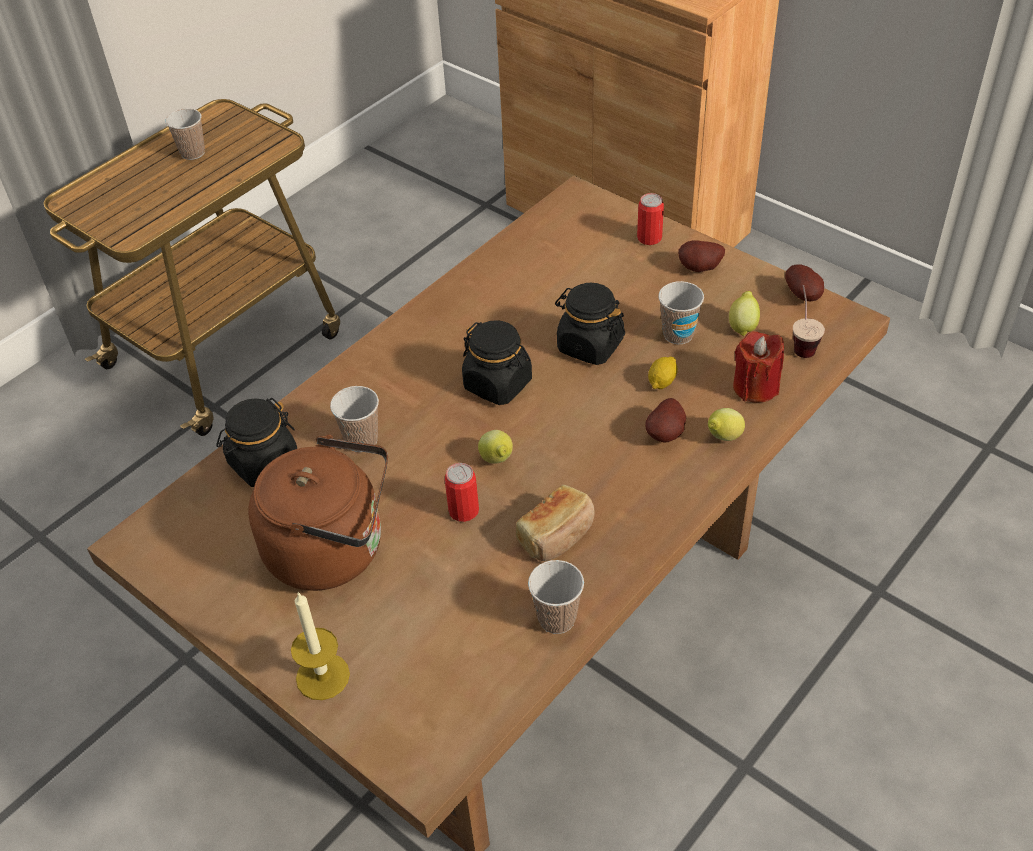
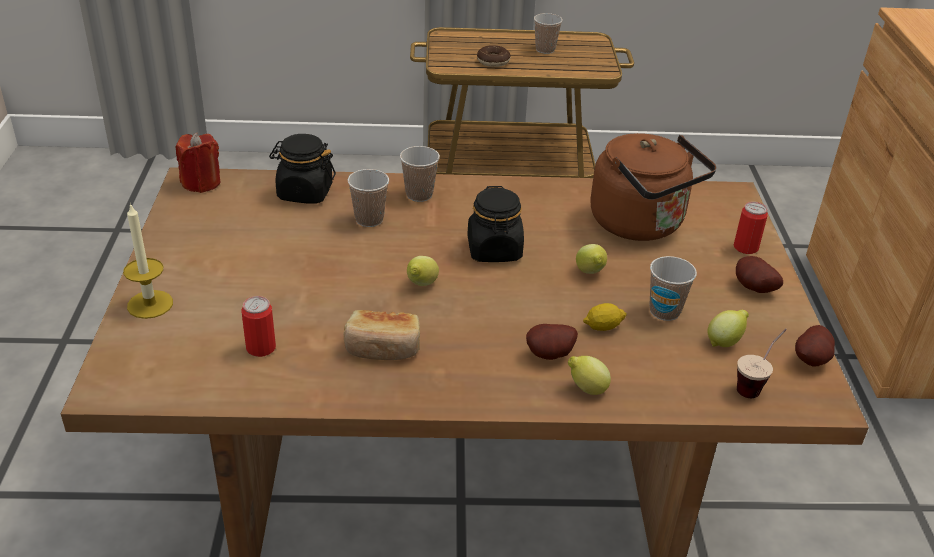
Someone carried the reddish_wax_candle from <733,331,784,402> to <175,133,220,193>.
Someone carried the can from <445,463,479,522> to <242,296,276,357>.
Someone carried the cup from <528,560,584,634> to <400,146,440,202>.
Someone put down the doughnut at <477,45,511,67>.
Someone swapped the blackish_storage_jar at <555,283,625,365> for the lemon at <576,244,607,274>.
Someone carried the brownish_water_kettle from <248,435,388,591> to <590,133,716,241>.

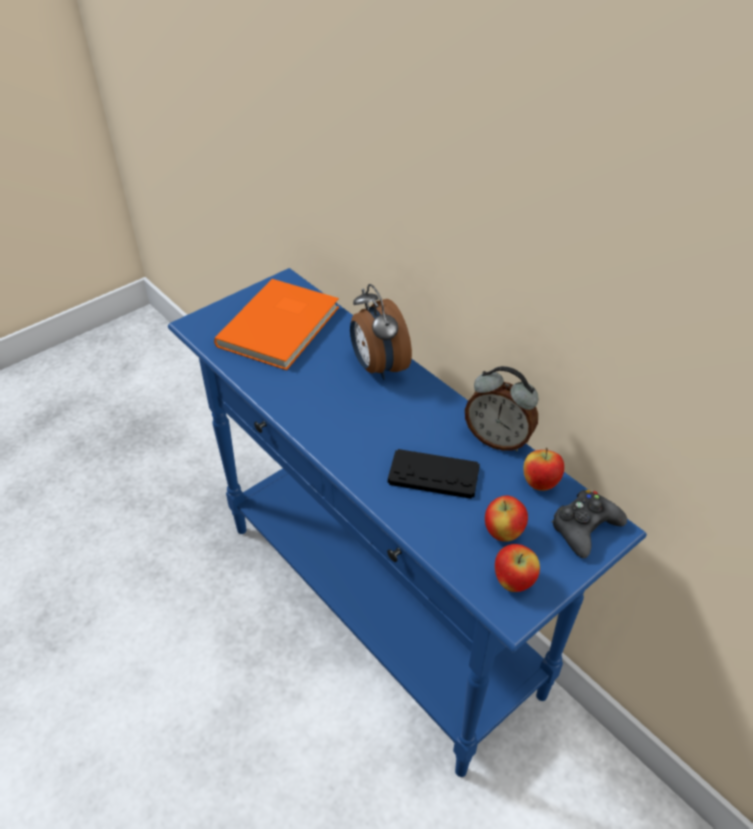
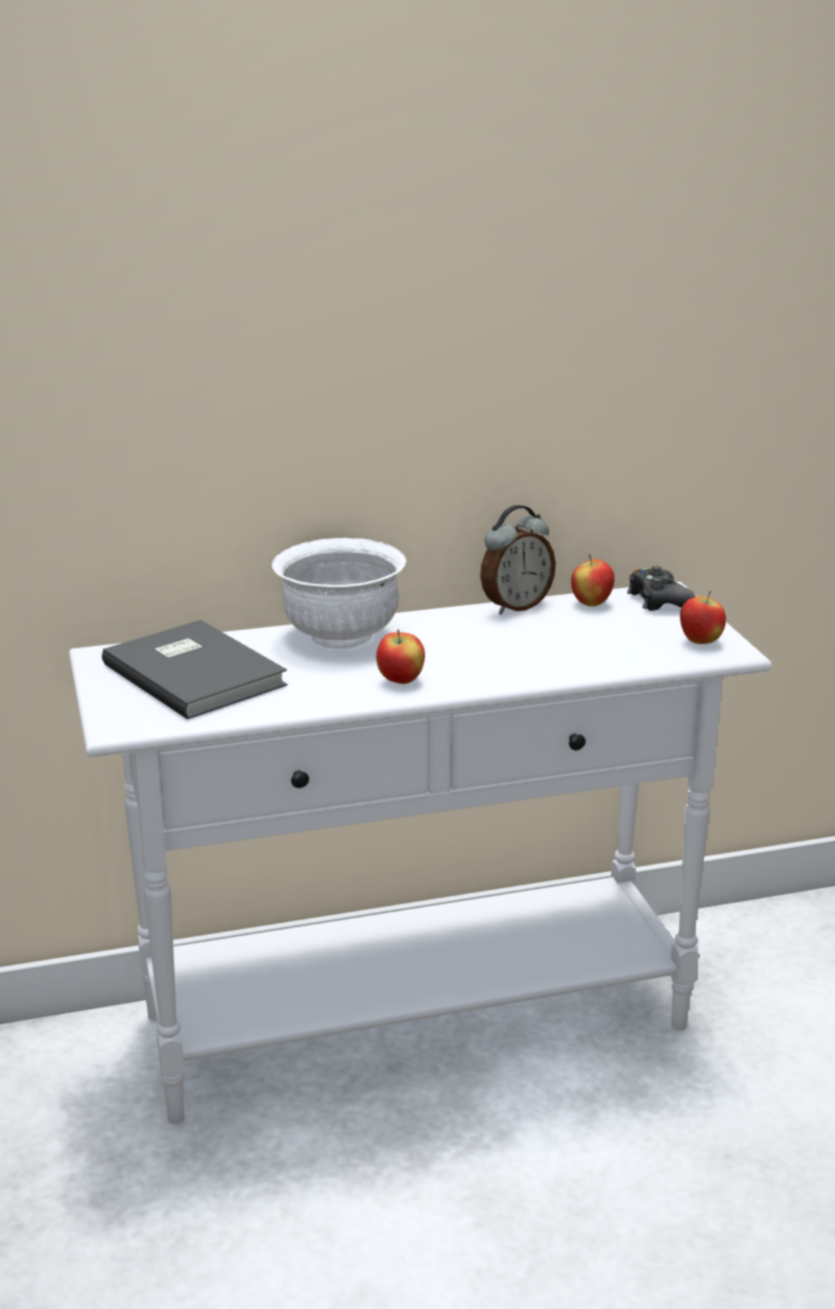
Someone repainted the blue-coloured_console_table at <168,268,647,777>, which became the white-coloured_console_table at <69,582,772,1125>.
Someone repainted the orangey_volume at <214,279,339,370>, which became the grey_volume at <102,620,287,719>.
Someone swapped the alarm_clock at <350,284,412,380> for the white-coloured_deep_dish at <272,538,406,649>.
Someone carried the apple from <485,495,528,542> to <376,629,425,684>.
Someone took away the blackish_game_controller at <388,449,480,499>.

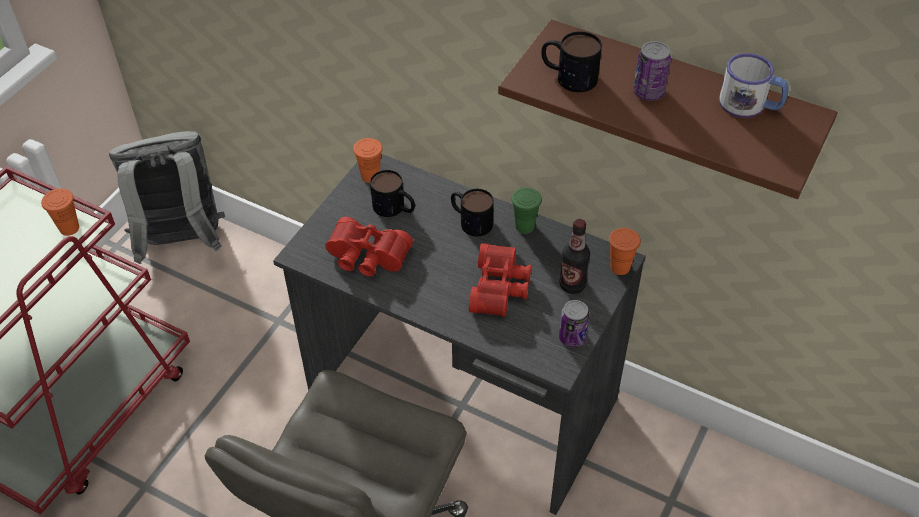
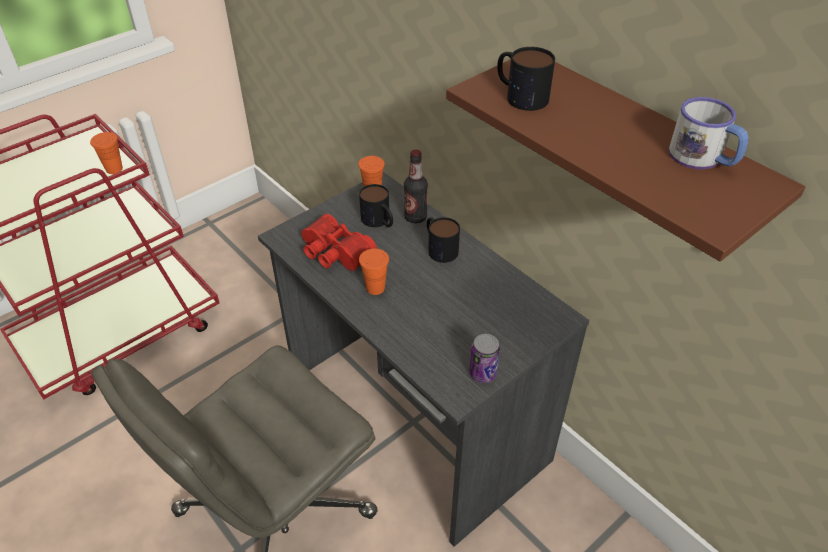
Someone carried the orangey_cup from <609,228,641,275> to <359,249,389,295>.
Someone carried the beverage_bottle from <559,219,590,294> to <404,149,428,223>.
Someone took away the grey_knapsack at <109,131,225,264>.
Someone took away the reddish_binoculars at <469,243,531,317>.
Someone took away the green-coloured_cup at <511,187,542,234>.
Someone took away the can at <633,41,671,101>.

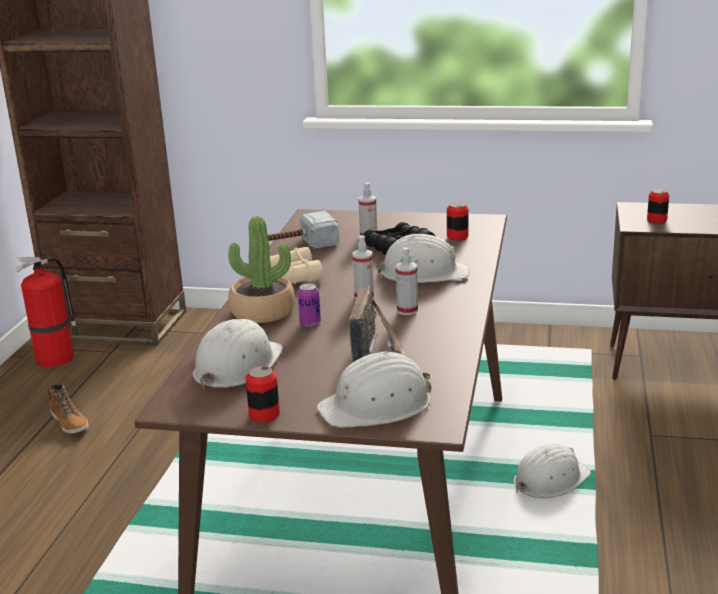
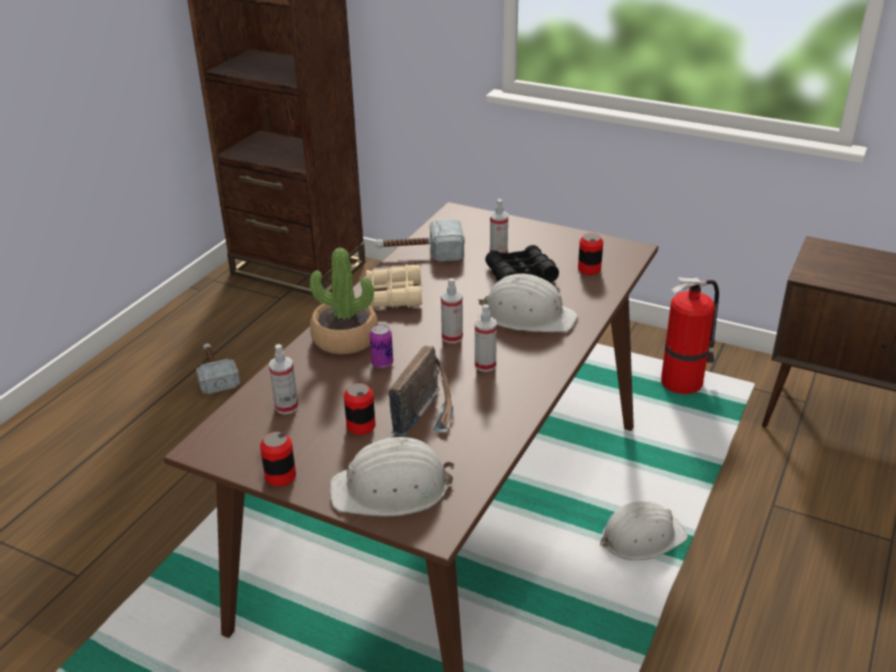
Someone swapped the tall_boot at <47,384,89,434> for the hand_hammer at <196,343,240,394>.
Someone swapped the white-coloured_hard_hat at <193,319,283,389> for the hand_sprayer at <269,344,298,414>.
Someone carried the can from <647,189,669,224> to <344,383,375,435>.
Someone carried the fire-fighting_cylinder from <15,257,80,367> to <661,277,719,394>.

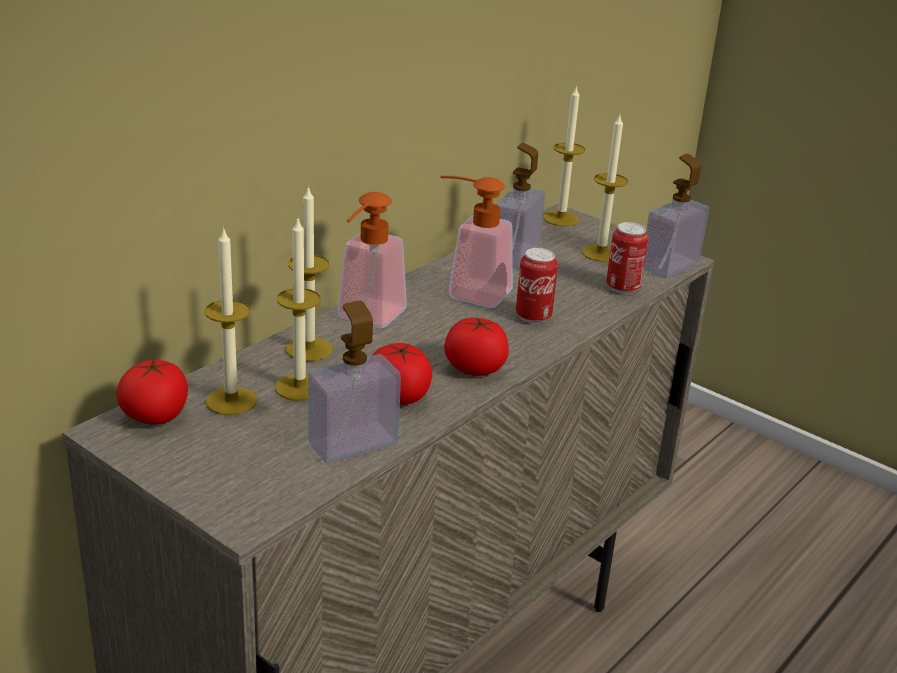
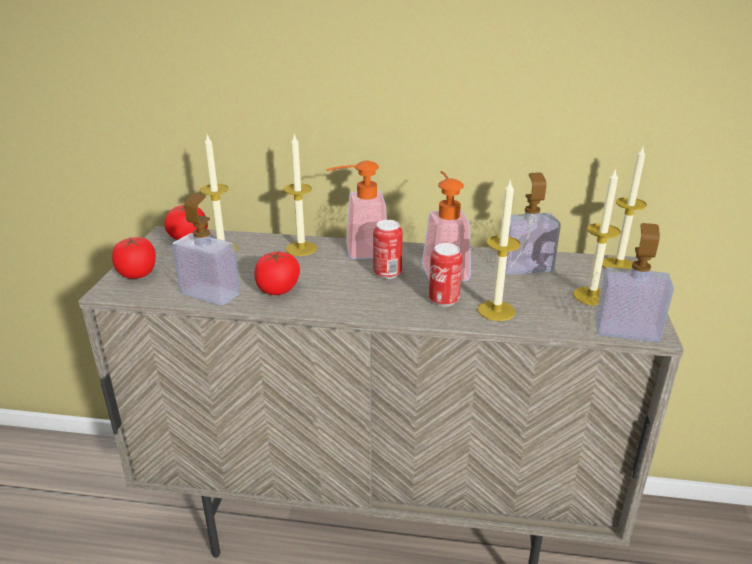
Someone carried the whole_tomato from <444,317,509,376> to <112,237,156,279>.
Someone carried the can from <606,222,648,294> to <373,220,403,279>.
Someone carried the wax_candle from <275,219,321,401> to <478,179,521,321>.

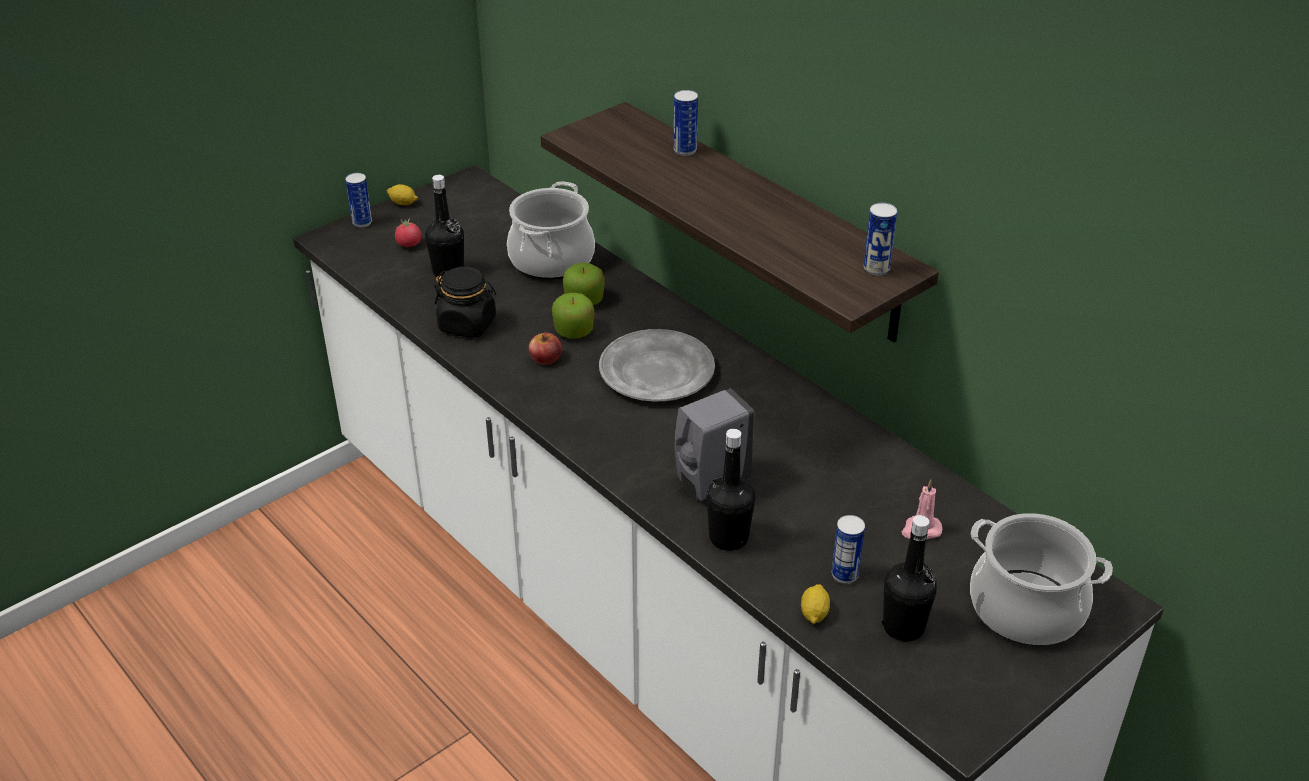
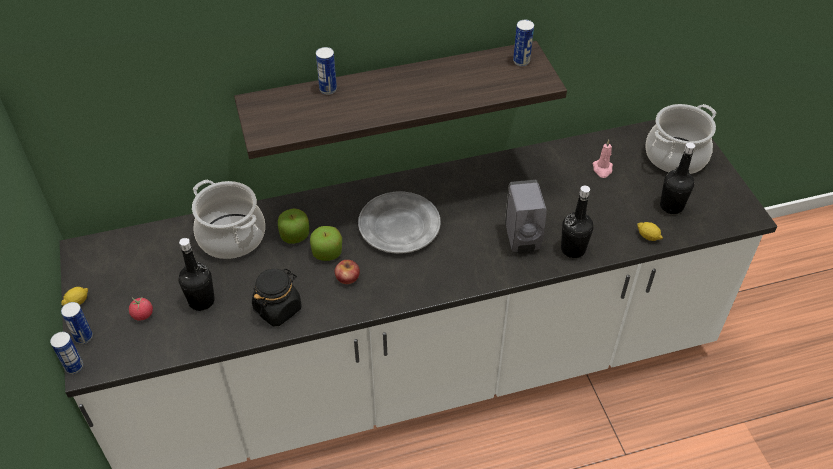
Someone carried the can from <832,515,865,584> to <50,332,83,374>.

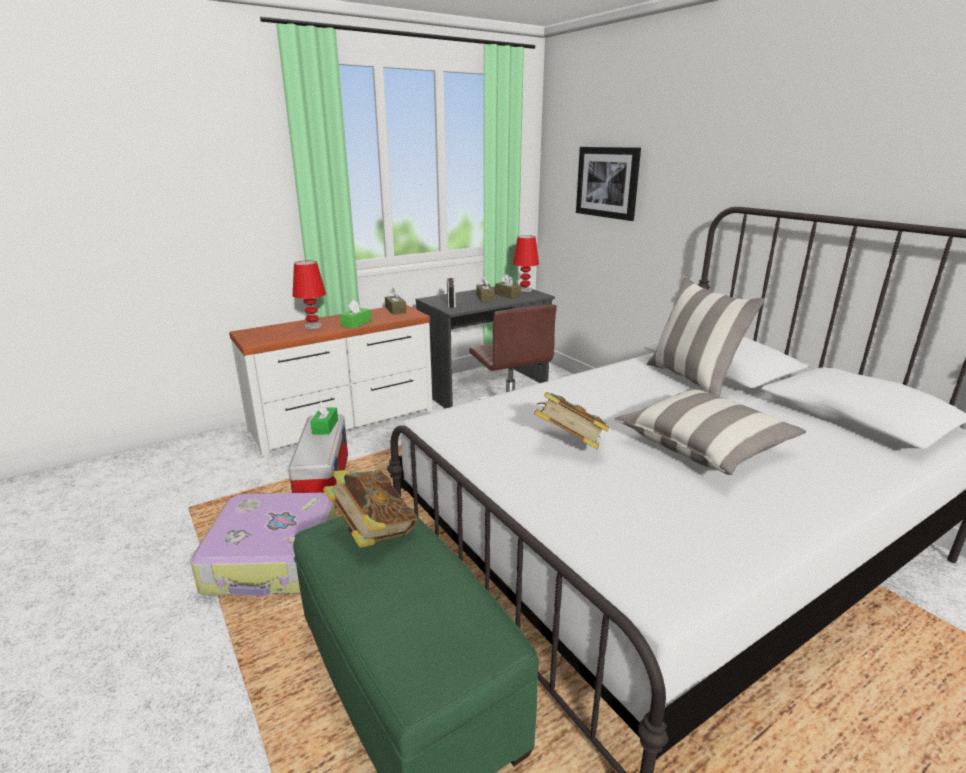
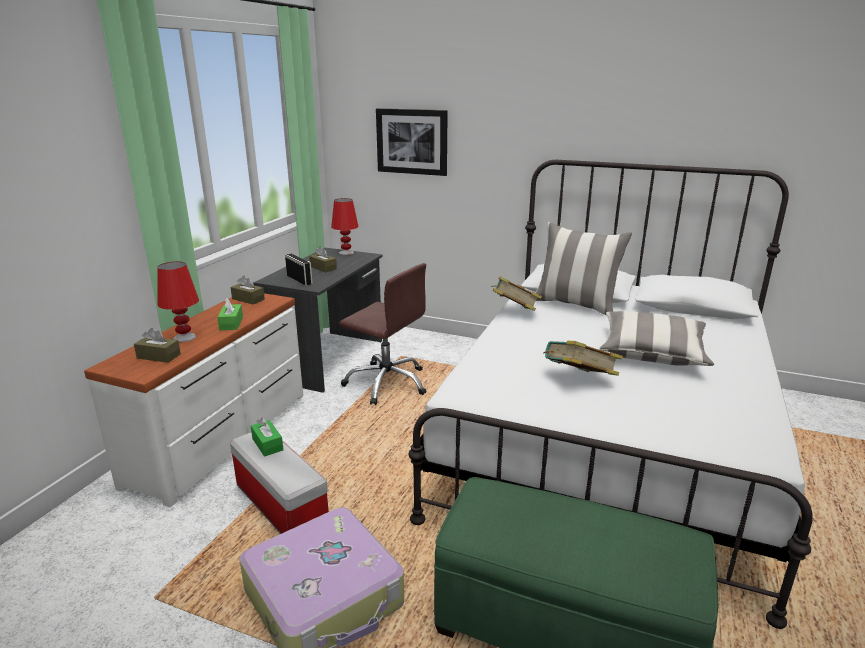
Someone carried the brownish_box_of_tissues from <495,274,522,299> to <134,328,181,363>.
Someone carried the volume from <323,470,418,548> to <491,276,542,311>.

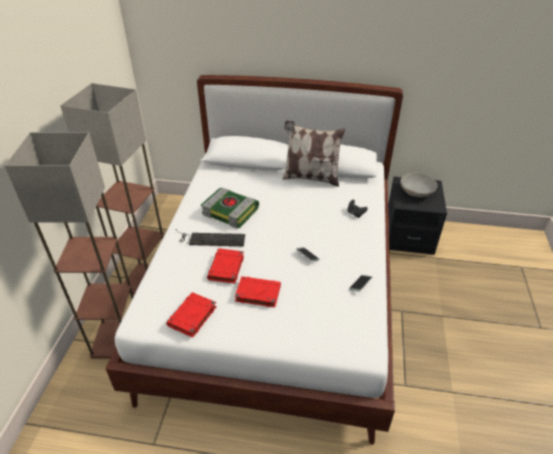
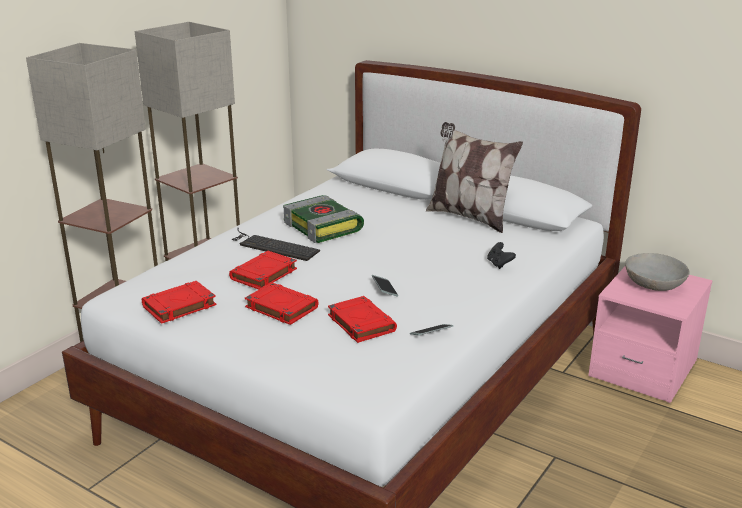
Someone put down the reddish_volume at <328,296,397,343>.
Someone repainted the blackish_bedside_table at <388,177,447,255>, which became the pink_bedside_table at <588,266,713,403>.

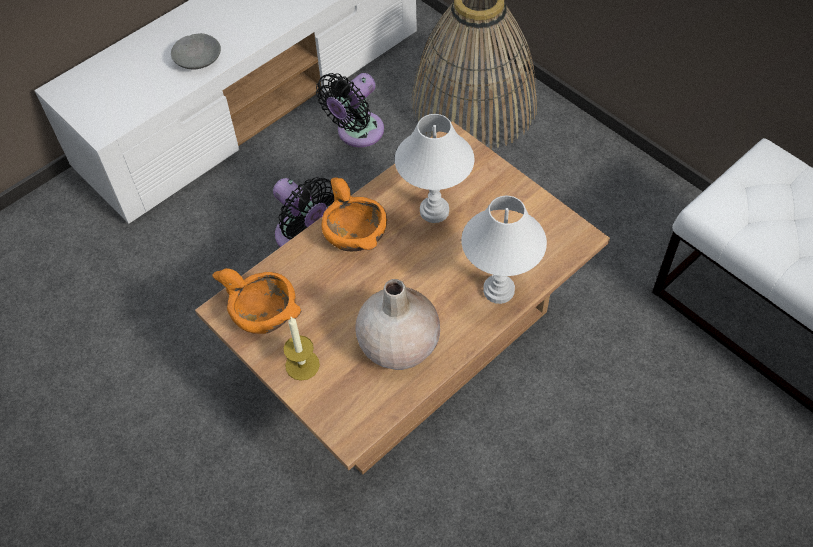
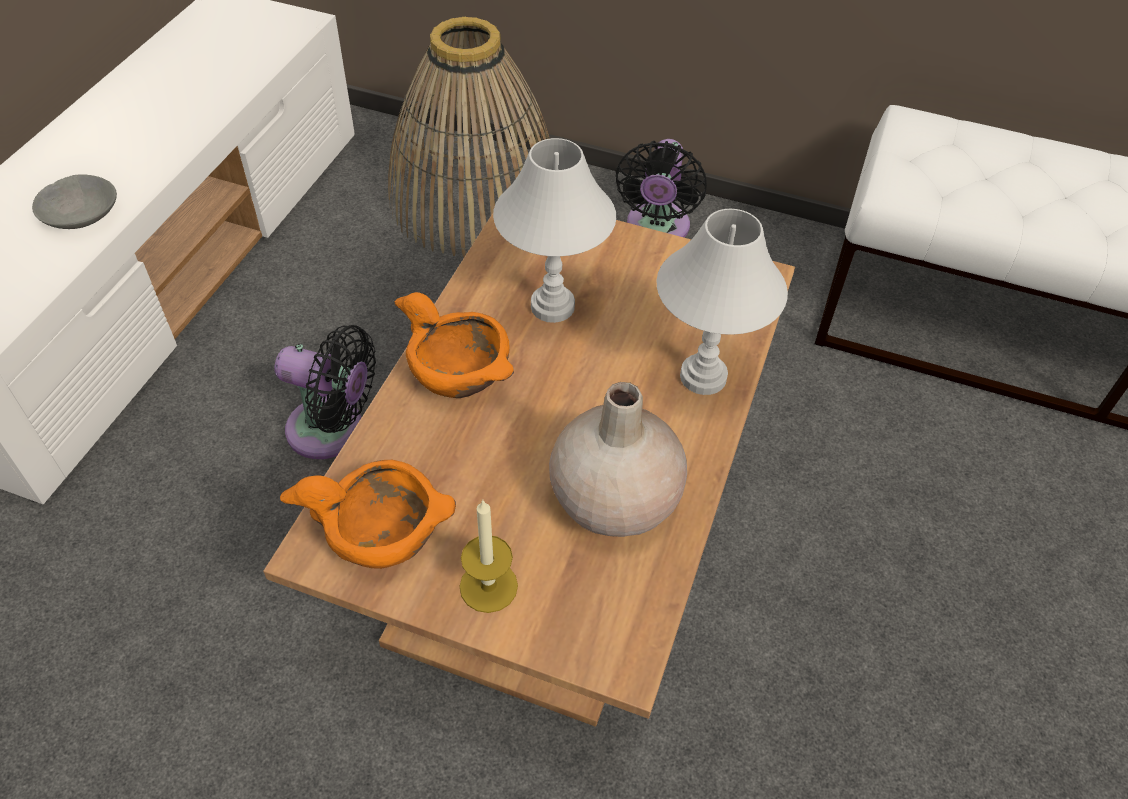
Someone carried the blackish_fan from <316,73,384,147> to <616,139,707,237>.

